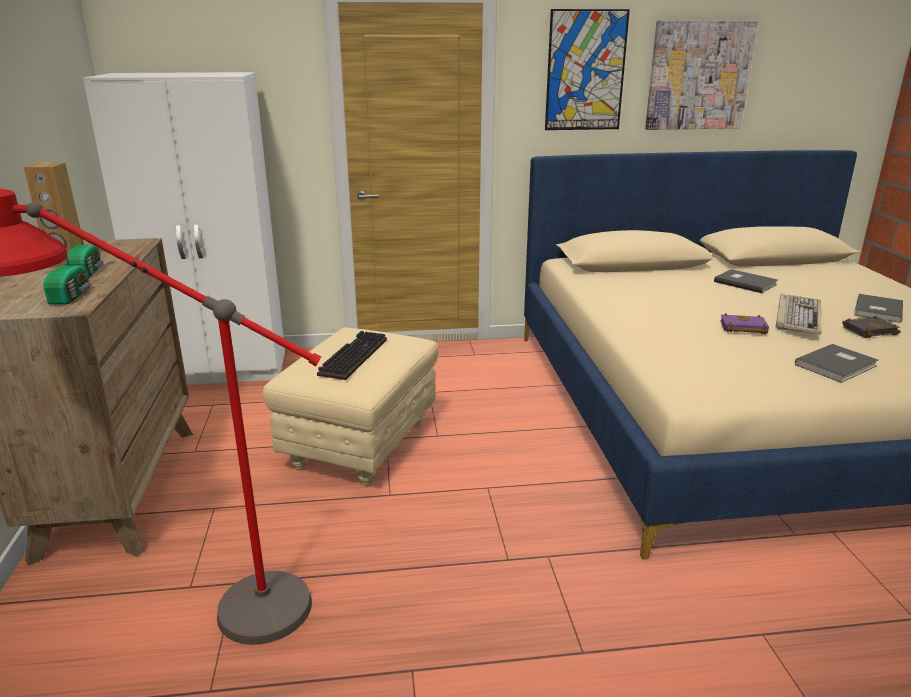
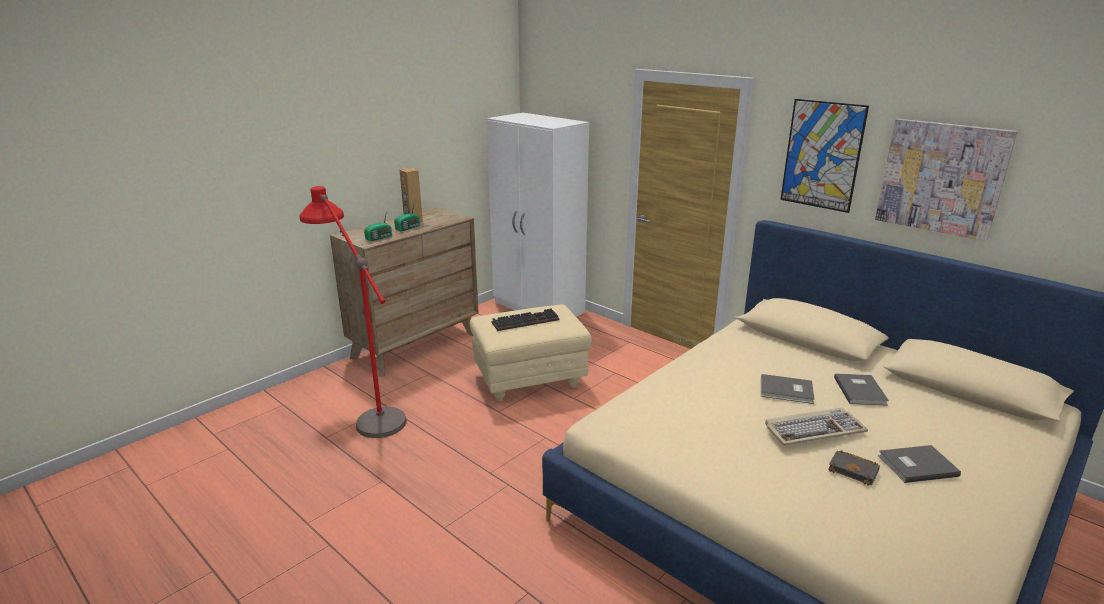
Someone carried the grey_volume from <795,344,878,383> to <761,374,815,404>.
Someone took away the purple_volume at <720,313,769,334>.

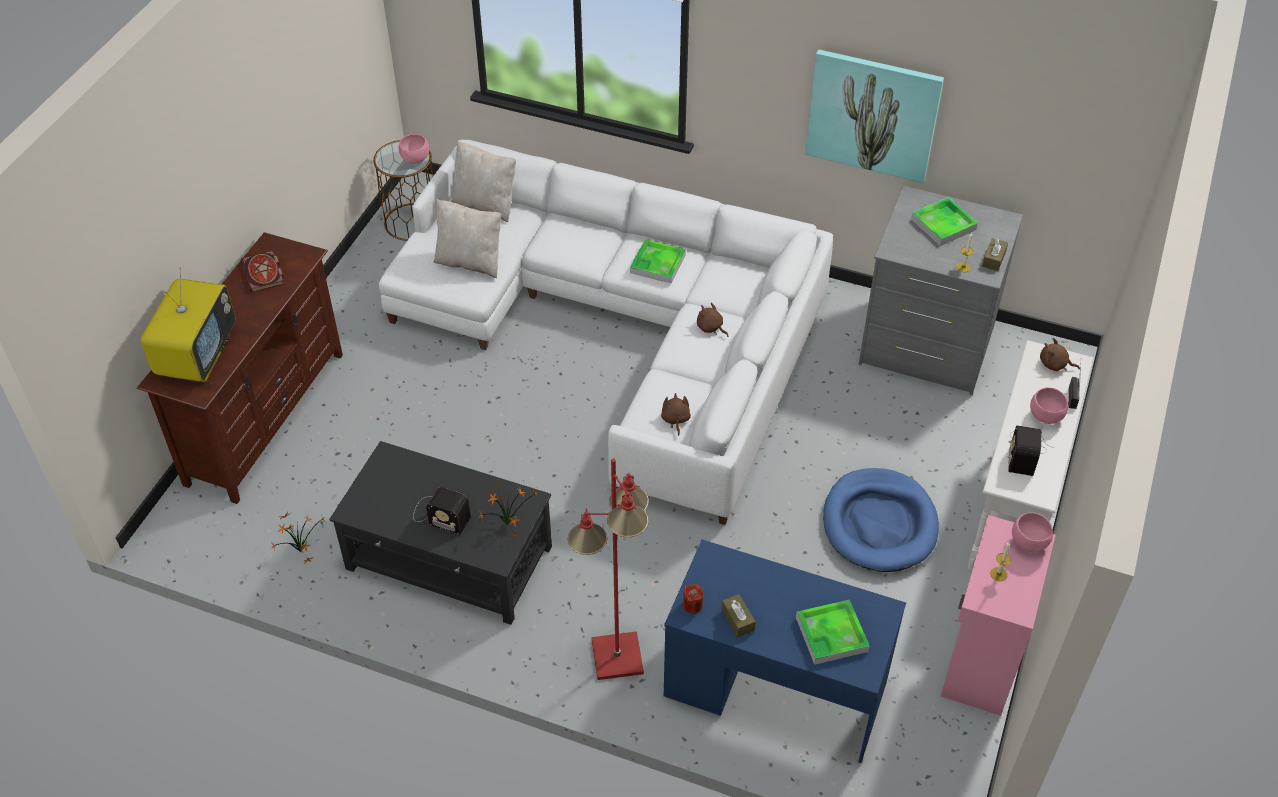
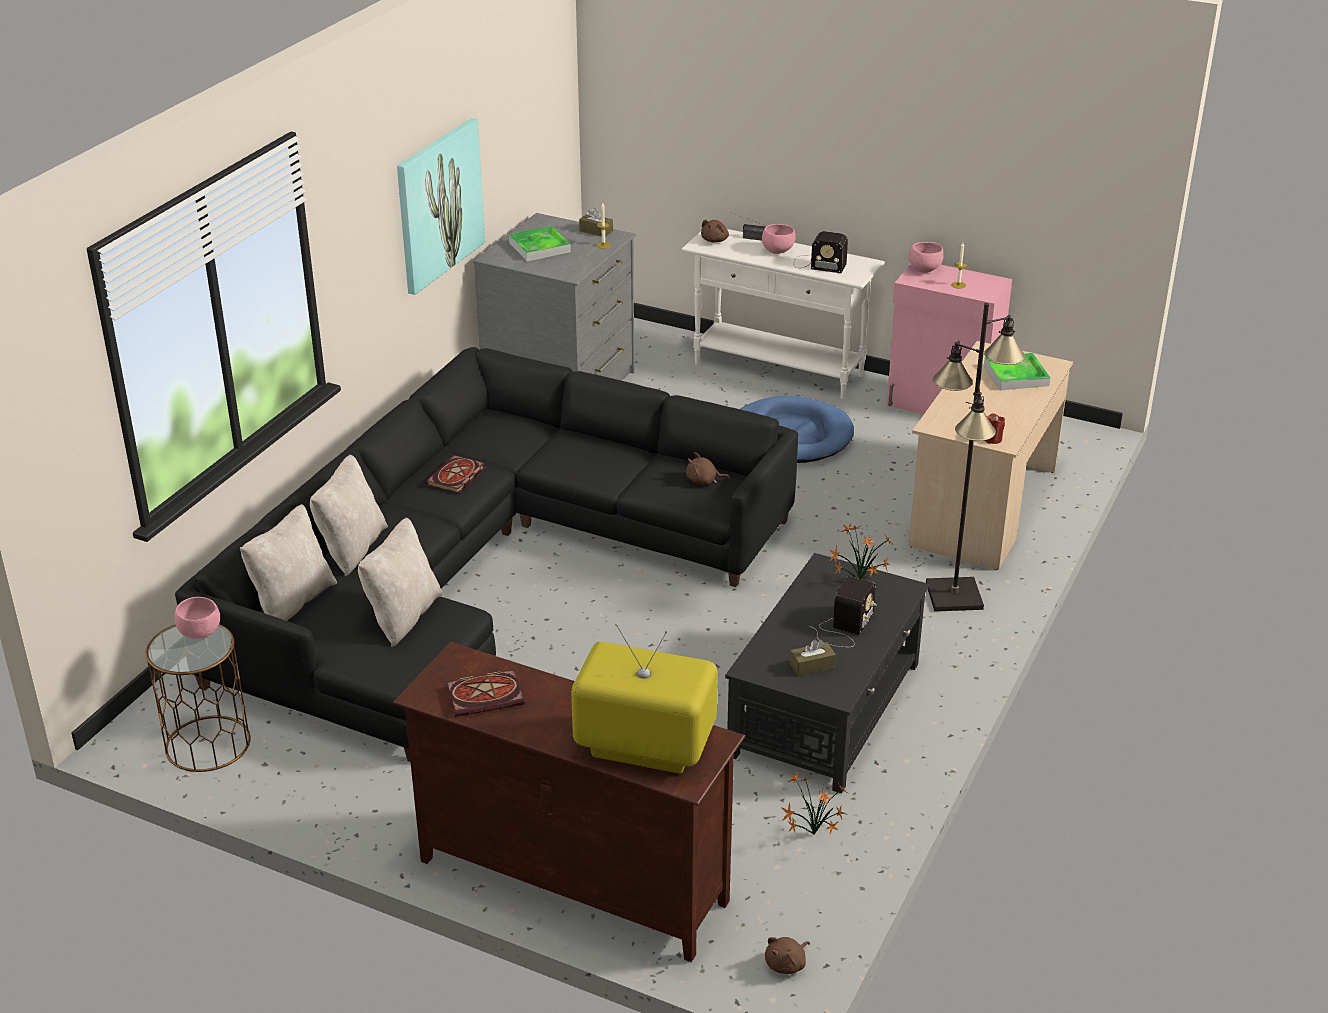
Someone repainted the white-coloured_couch at <379,139,833,525>, which became the blackish_couch at <175,347,798,762>.
Someone put down the sand-coloured_cushion at <310,454,388,576>.
Someone swapped the carrying_tray at <630,239,686,284> for the volume at <425,455,485,494>.
Someone carried the brownish_plush_toy from <697,303,729,337> to <765,937,810,974>.
Someone carried the brownish_box_of_tissues from <721,594,756,637> to <790,639,836,676>.
Someone repainted the blue-coloured_desk_unit at <664,540,906,763>, which became the sand-coloured_desk_unit at <908,341,1073,570>.
Someone repainted the reddish_standing_lamp at <568,458,649,680>, which became the blackish_standing_lamp at <926,303,1025,611>.

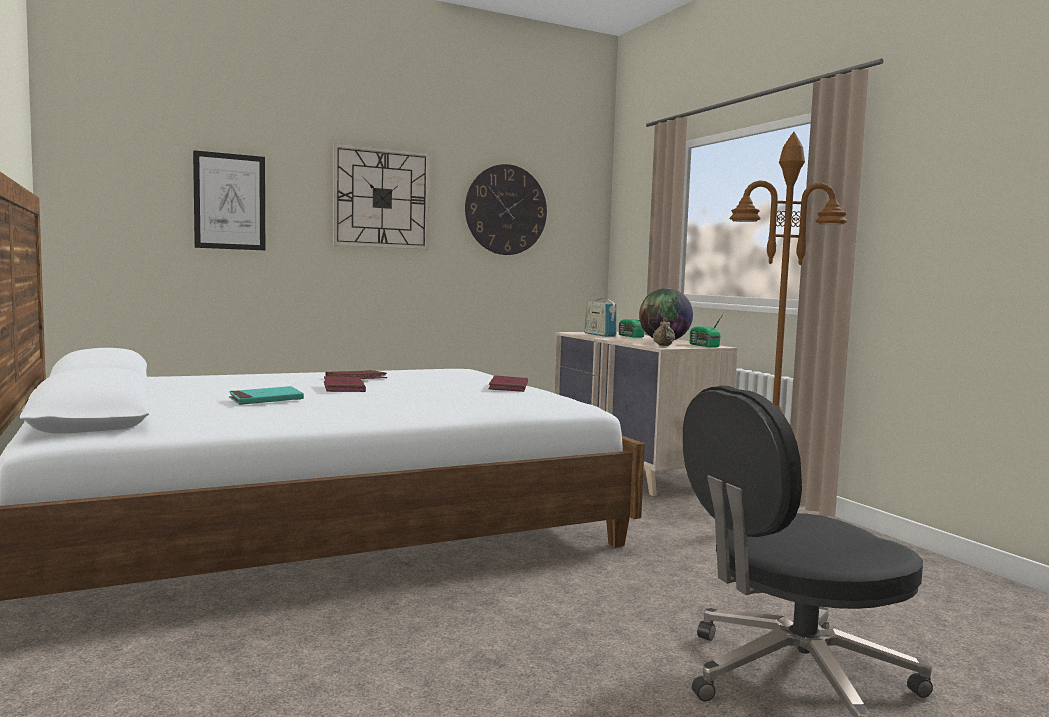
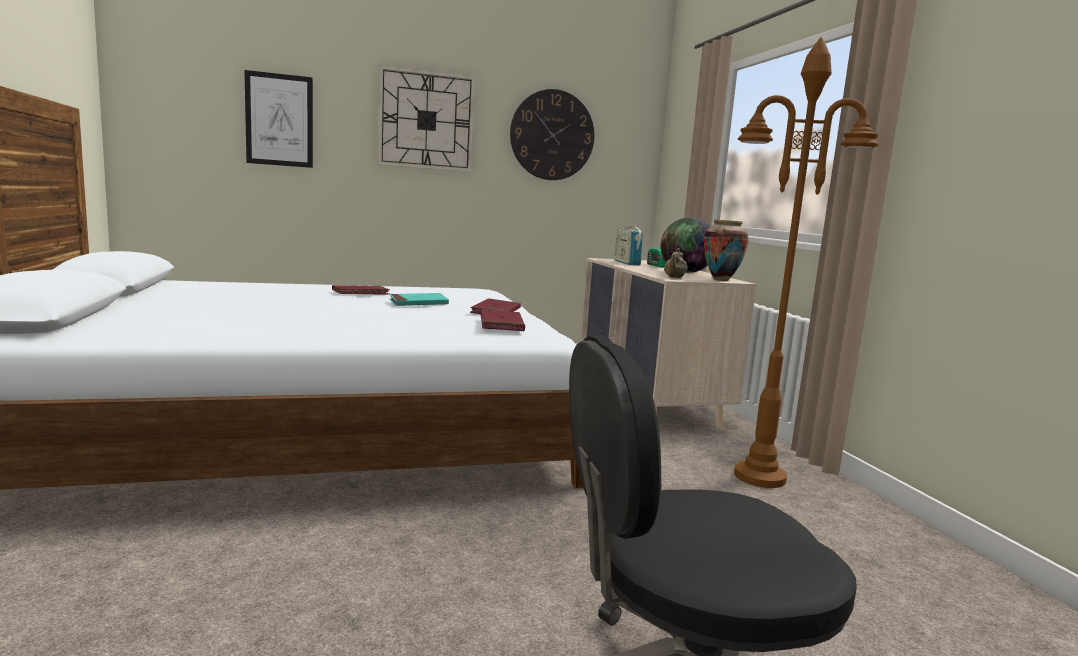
Someone carried the turquoise_volume from <229,386,304,405> to <390,293,449,306>.
Someone carried the reddish_volume from <324,376,366,392> to <481,309,525,331>.
Someone swapped the radio_set at <690,313,724,347> for the flower_vase at <704,220,748,281>.

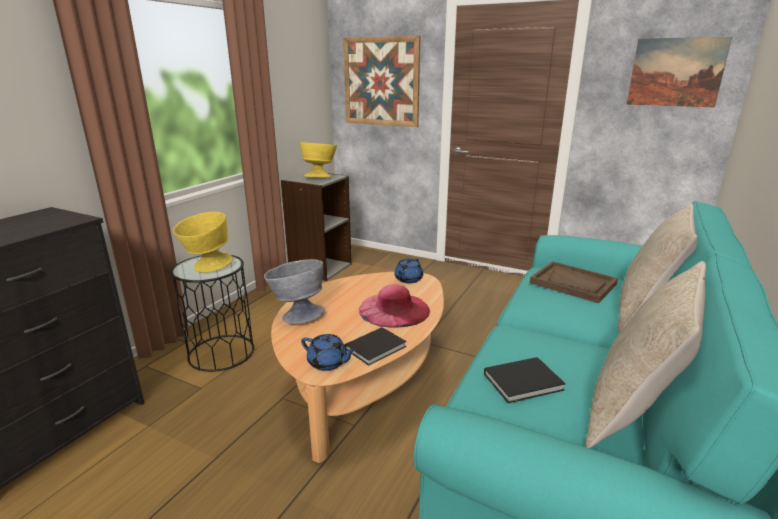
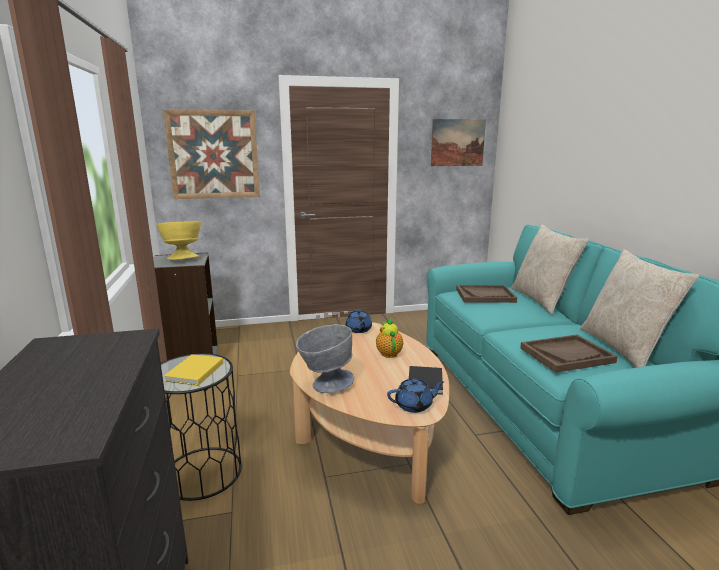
Someone swapped the yellow-coloured_deep_dish at <173,212,233,273> for the yellow-coloured_volume at <164,354,223,386>.
Someone swapped the pink_hat at <359,284,430,328> for the teapot at <376,318,403,358>.
Someone swapped the blackish_volume at <484,357,566,403> for the brownish_carrying_tray at <520,335,618,373>.

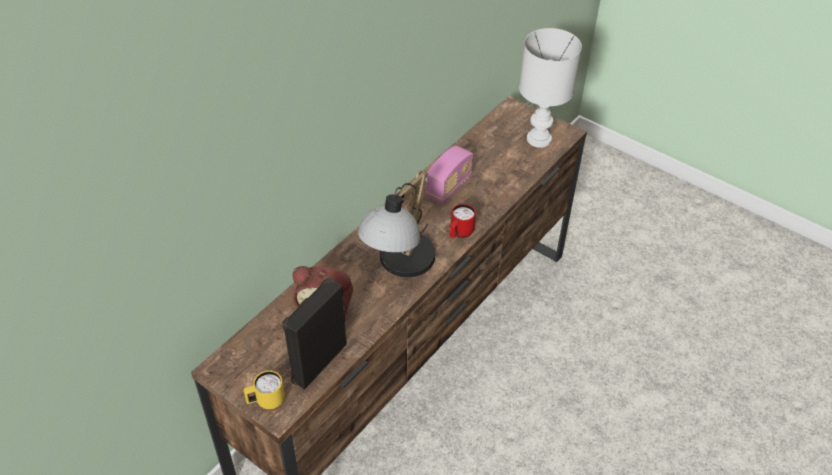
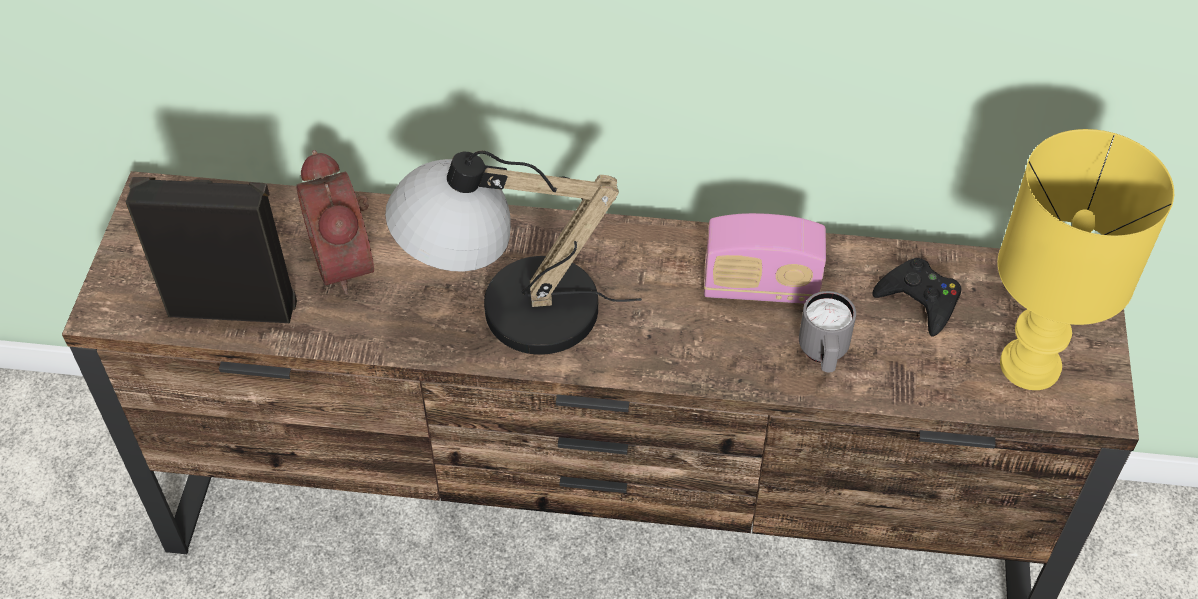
Someone put down the grey_mug at <799,291,856,372>.
Someone put down the blackish_game_controller at <873,258,962,337>.
Someone repainted the white-coloured_tabletop_lamp at <519,28,582,148>, which became the yellow-coloured_tabletop_lamp at <997,129,1174,390>.
Someone took away the yellow-coloured_mug at <244,370,285,410>.
Someone took away the reddish_mug at <450,204,476,238>.

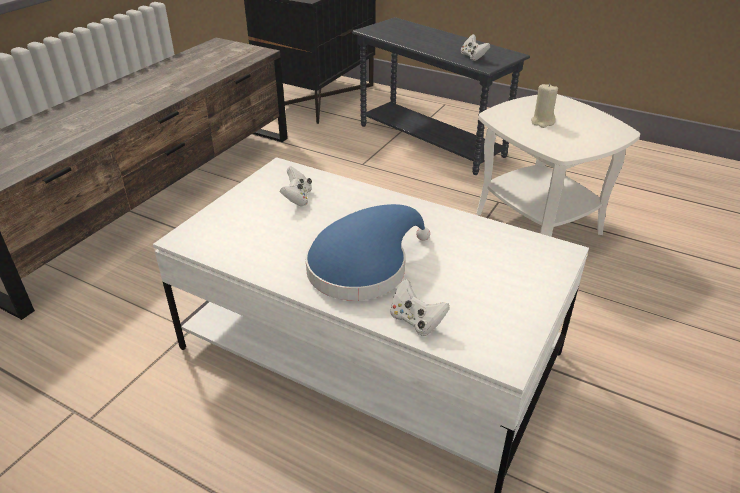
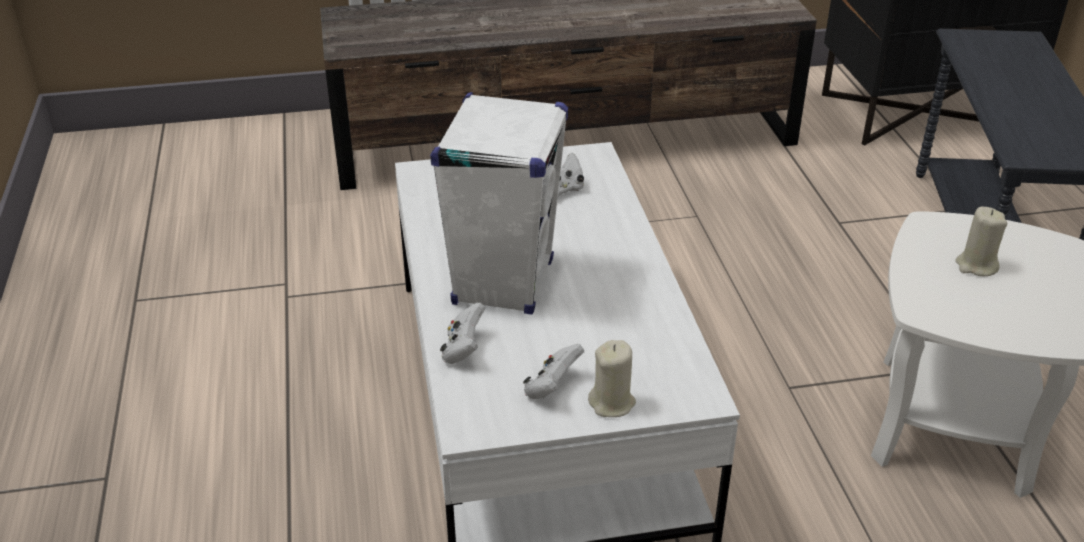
Someone swapped the blue-coloured_hat at <305,204,430,301> for the white-coloured_audio_speaker at <430,92,568,314>.
Someone carried the white-coloured_game_controller from <461,34,491,61> to <523,344,584,399>.
Someone put down the sand-coloured_wax_candle at <588,340,636,417>.

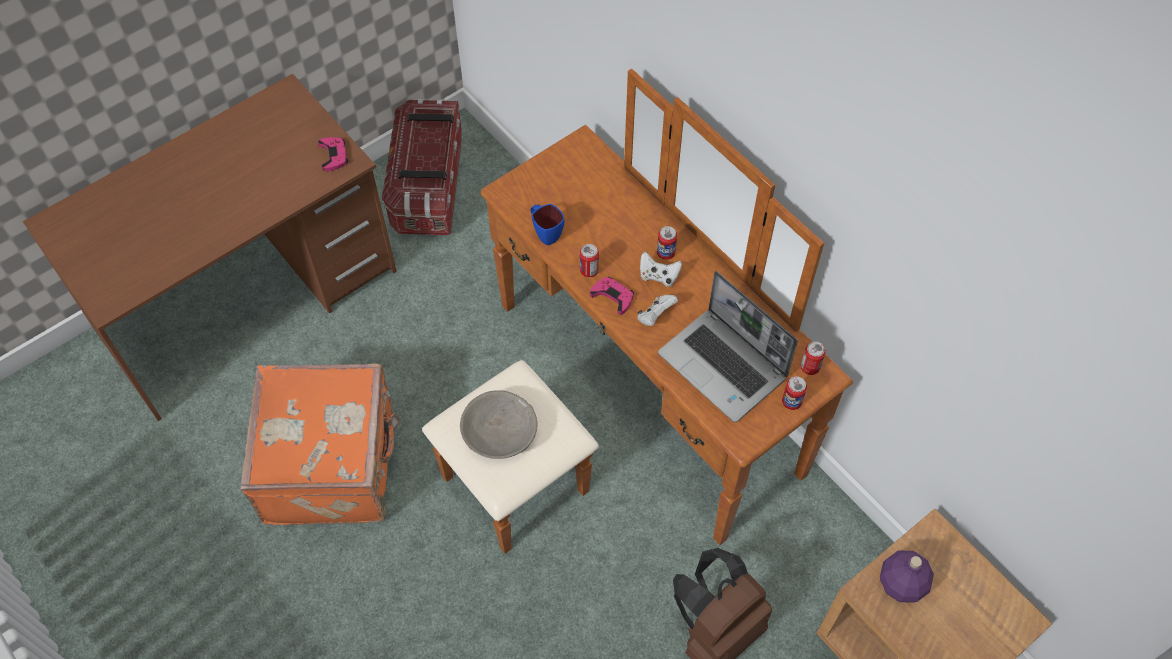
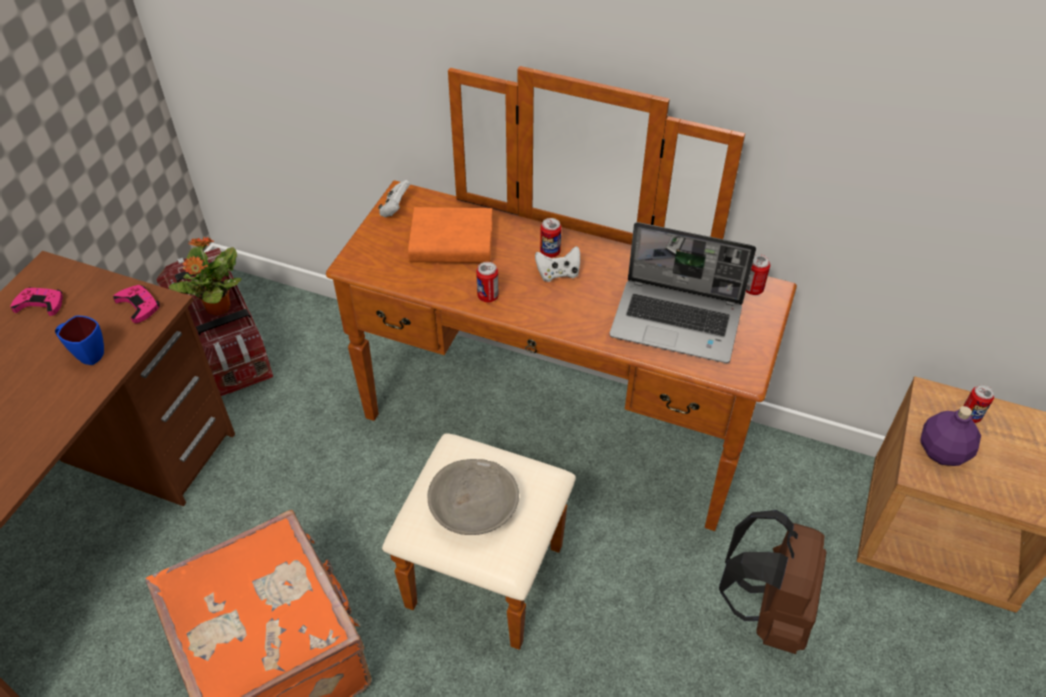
Someone carried the pink_game_controller from <590,277,634,314> to <11,287,63,316>.
Someone carried the blue-coloured_mug from <531,204,565,245> to <55,316,104,365>.
Someone put down the houseplant at <169,237,242,315>.
Someone carried the white-coloured_game_controller from <638,295,678,326> to <378,180,410,217>.
Someone put down the orangey_volume at <408,207,493,263>.
Someone carried the can from <782,376,807,410> to <963,385,994,423>.

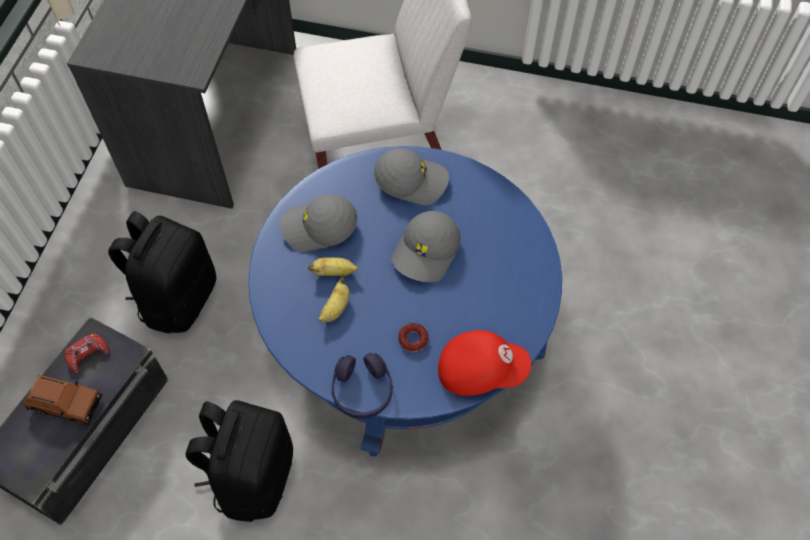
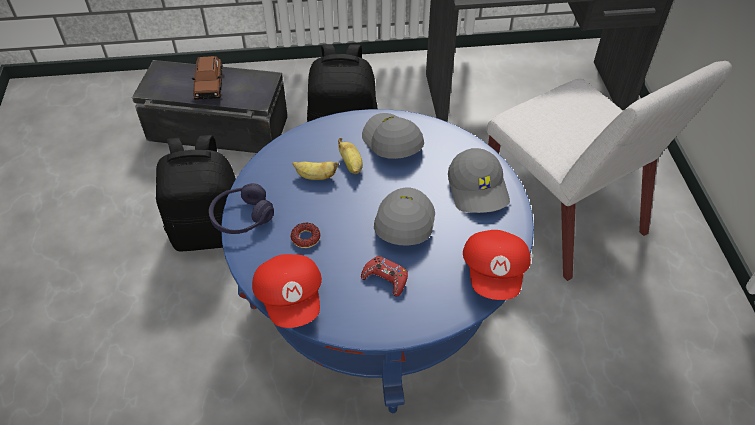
Someone carried the reddish_game_controller from <65,333,110,374> to <361,256,408,296>.
Someone rotated the grey_cap at <391,211,461,282> by 90 degrees clockwise.
Someone put down the reddish_cap at <463,230,531,300>.

